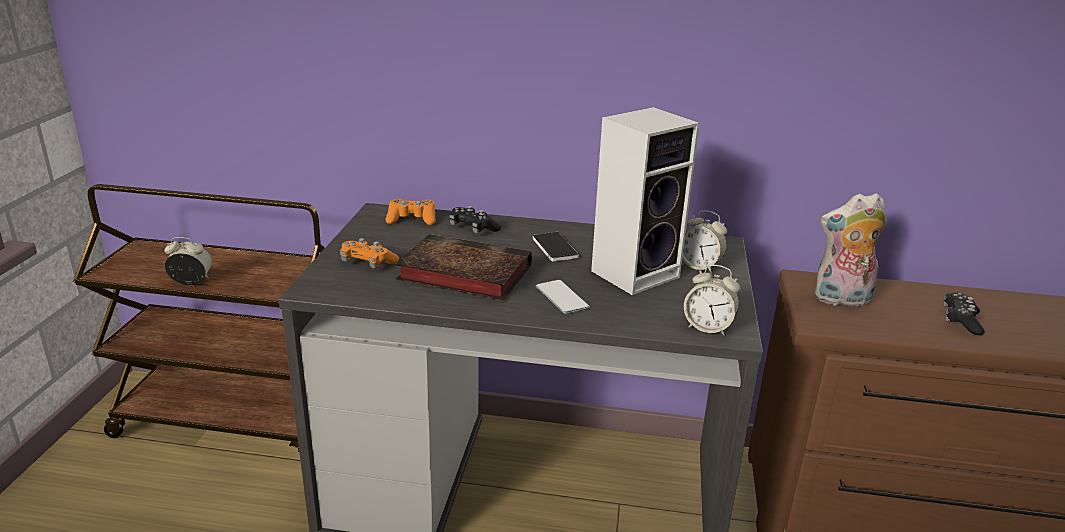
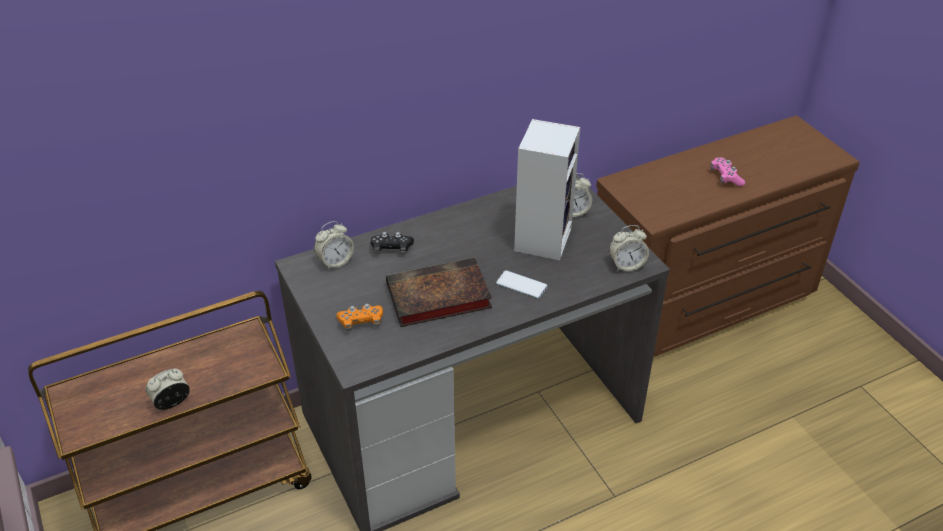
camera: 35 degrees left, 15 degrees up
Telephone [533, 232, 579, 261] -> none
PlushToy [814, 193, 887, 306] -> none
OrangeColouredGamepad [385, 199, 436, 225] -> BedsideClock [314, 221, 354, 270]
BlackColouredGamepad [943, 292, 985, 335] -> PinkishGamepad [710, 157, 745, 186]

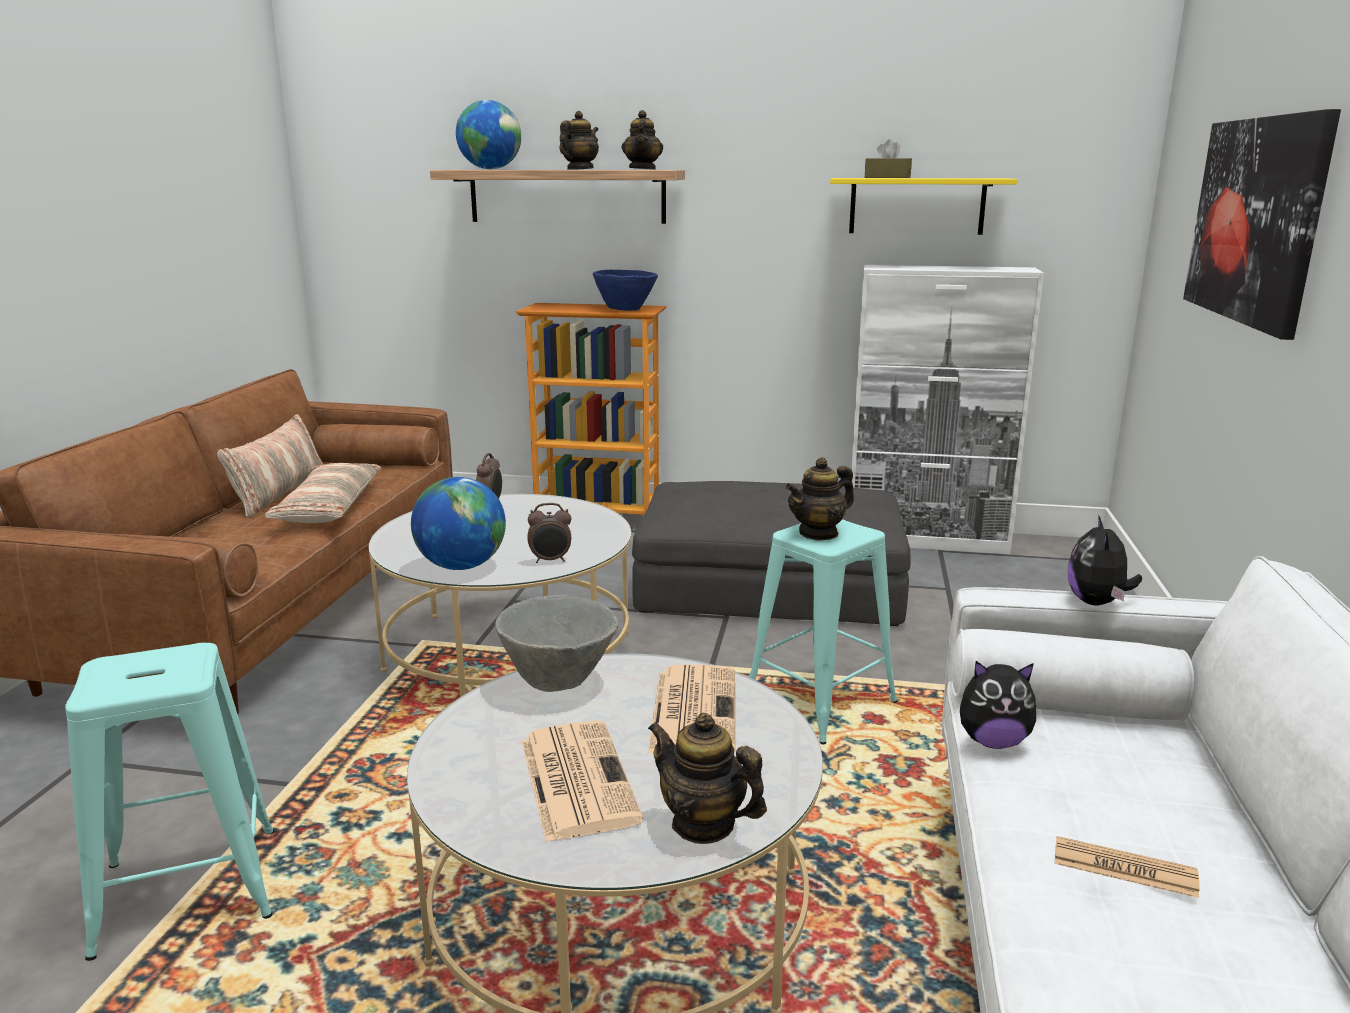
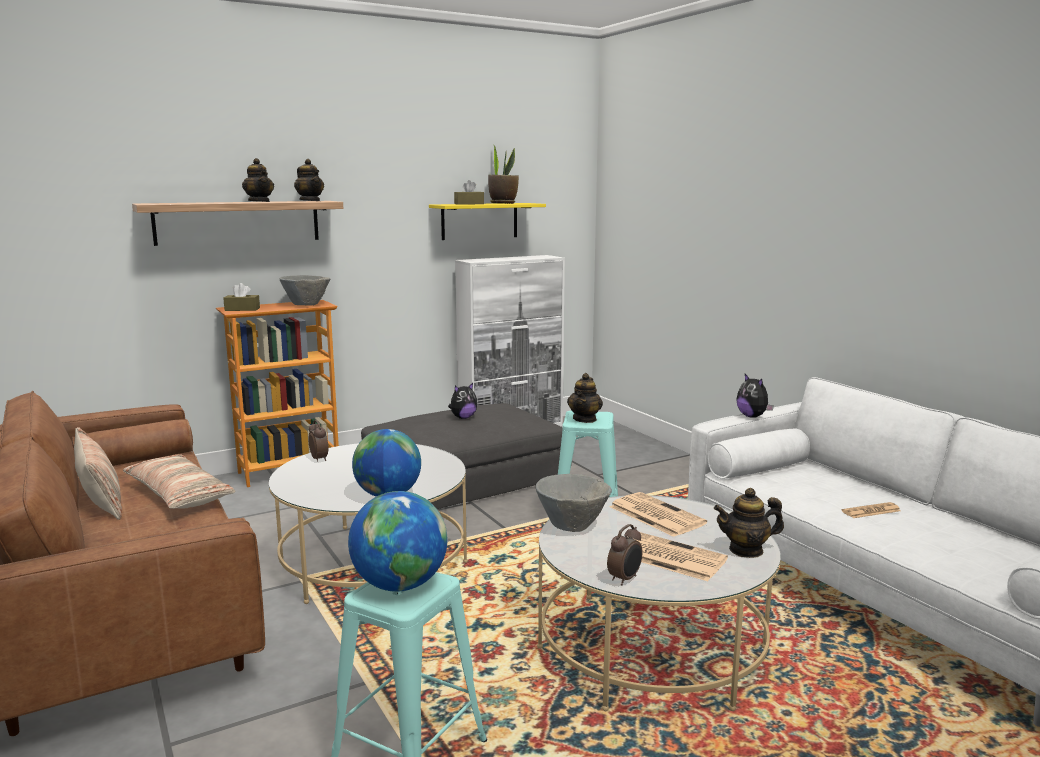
camera: 40 degrees left, 5 degrees down
WallPicture [1183, 109, 1341, 340] -> none
none -> BrownColouredTissueHolder [223, 283, 260, 311]
none -> Houseplant [488, 144, 519, 204]
WorldGlobe [456, 100, 521, 170] -> WorldGlobe [348, 491, 447, 592], shifted
BedsideClock [527, 503, 571, 563] -> BedsideClock [607, 524, 642, 585], shifted
PlushToy [960, 661, 1036, 749] -> PlushToy [448, 383, 477, 419], shifted
BluishBowl [593, 270, 658, 311] -> GreyBowl [280, 275, 330, 305]
TeaPot [559, 111, 599, 170] -> TeaPot [242, 158, 274, 202], 150 degrees clockwise

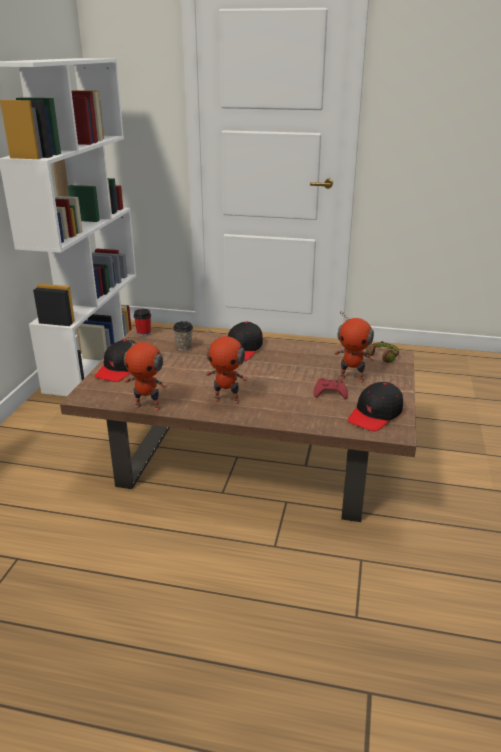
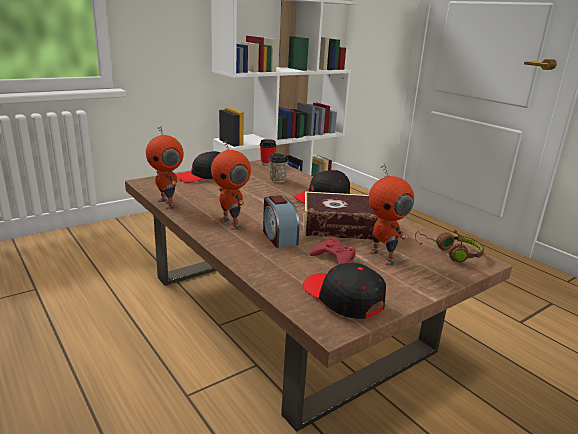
camera: 40 degrees right, 5 degrees down
none -> BedsideClock [263, 195, 300, 248]
none -> Volume [303, 192, 378, 240]
BlackColouredCap [348, 382, 403, 431] -> BlackColouredCap [303, 262, 386, 319], 60 degrees clockwise

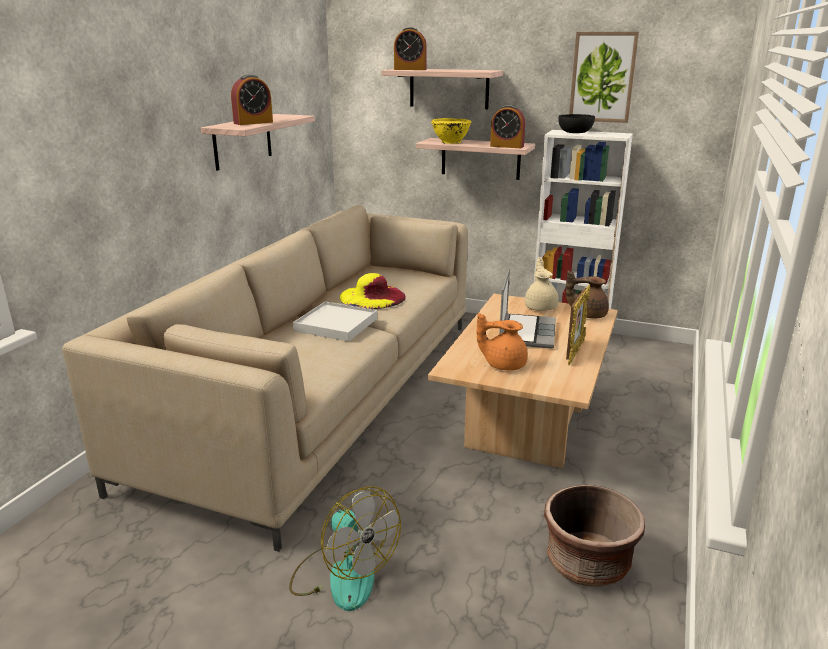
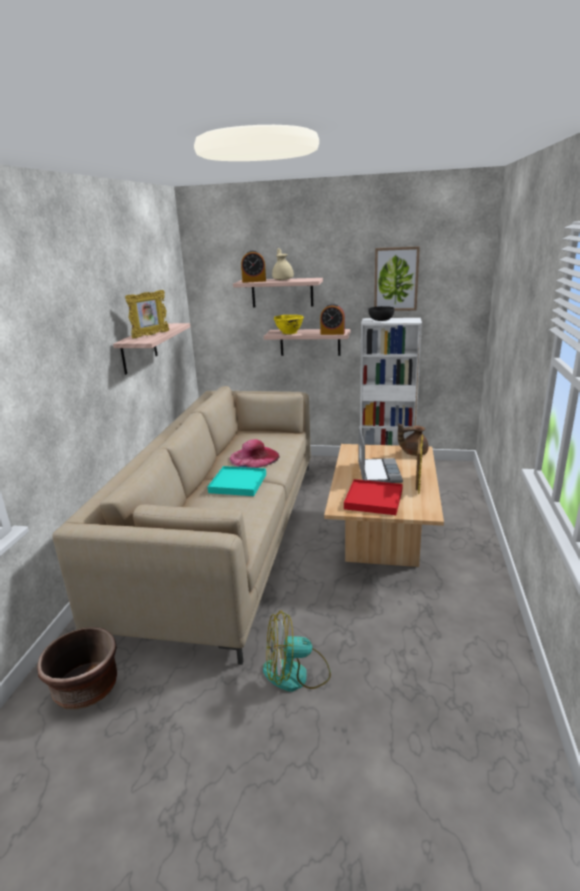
camera: 10 degrees left, 0 degrees up
BeigeColouredTeaPot [525, 257, 559, 311] -> BeigeColouredTeaPot [272, 248, 294, 280], shifted
BrownColouredFlowerPot [544, 485, 645, 587] -> BrownColouredFlowerPot [37, 627, 117, 709], shifted
BedsideClock [231, 75, 273, 125] -> StandingFrame [125, 290, 169, 339]
OrangeColouredTeaPot [477, 313, 528, 371] -> RedTray [344, 479, 403, 515]
WhiteTray [293, 302, 377, 342] -> TurquoiseColouredTray [207, 466, 266, 496]
YellowishHat [340, 273, 406, 309] -> PinkishHat [229, 439, 279, 468]
ElectricFan [289, 486, 401, 611] -> ElectricFan [263, 611, 331, 692], 135 degrees clockwise

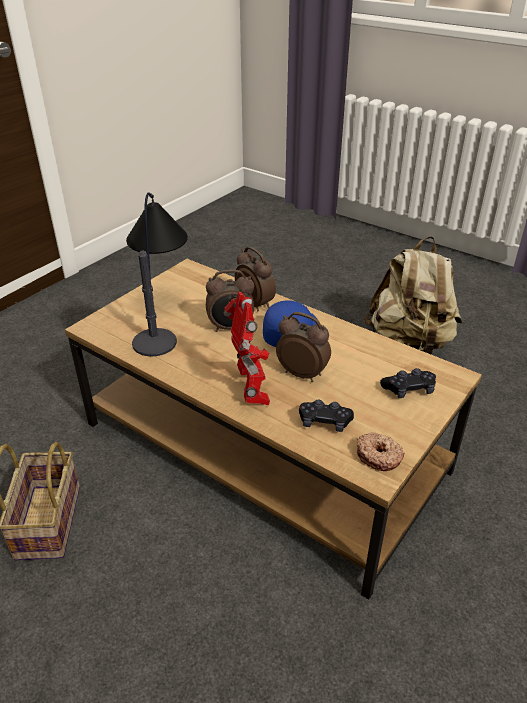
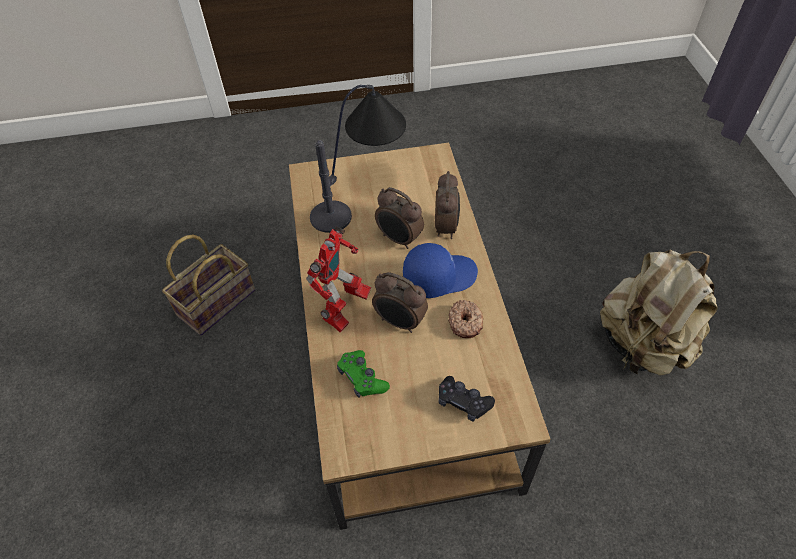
camera: 45 degrees right, 15 degrees up
Donut [357, 432, 405, 471] -> Donut [448, 300, 483, 338], shifted
BlackColouredGamepad [299, 399, 354, 432] -> GreenGamepad [337, 350, 390, 397]
BedsideClock [276, 312, 331, 382] -> BedsideClock [372, 272, 428, 333], 135 degrees clockwise

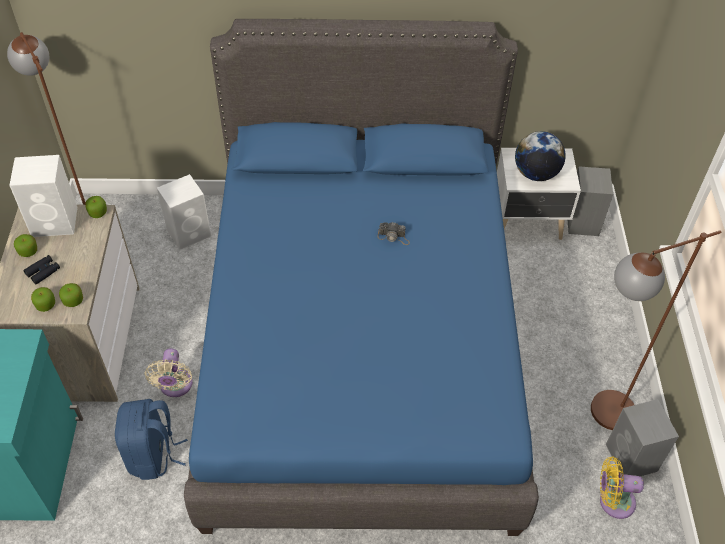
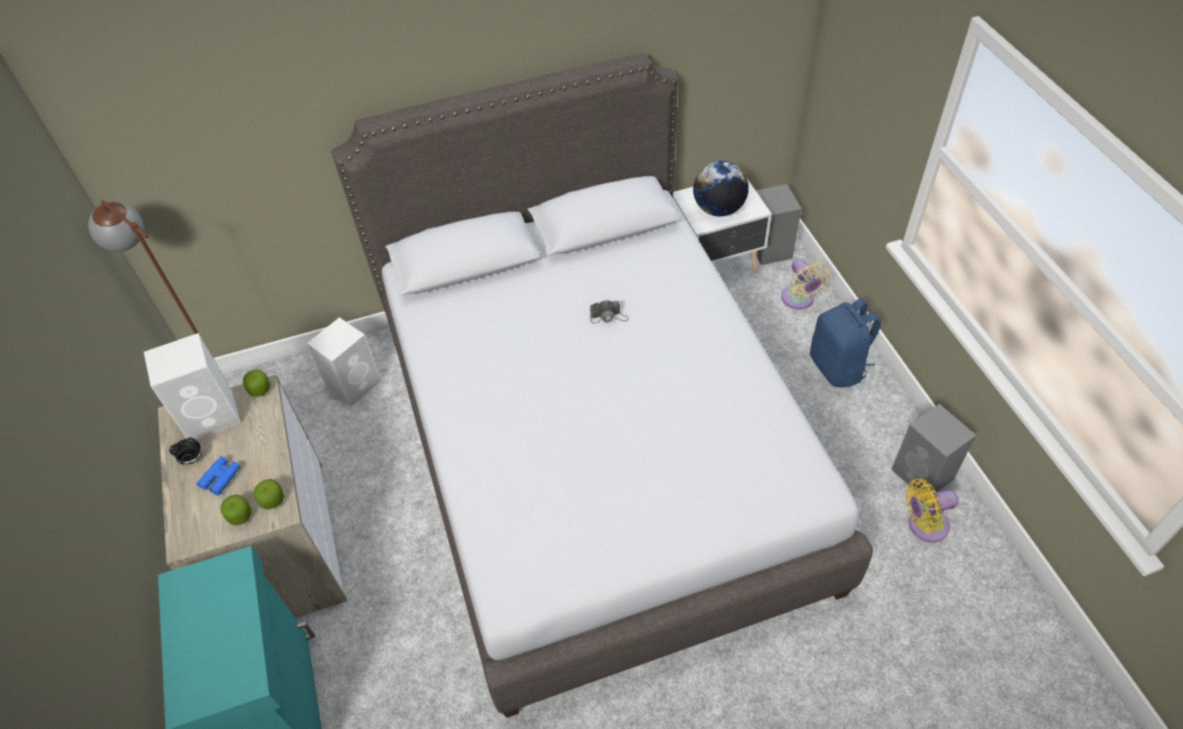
camera: 15 degrees left, 0 degrees up
BrownColouredStandardLamp [591, 230, 722, 430] -> none
BluishBackpack [115, 399, 188, 480] -> BluishBackpack [810, 298, 881, 387], shifted
BeigeColouredElectricFan [145, 348, 193, 397] -> BeigeColouredElectricFan [781, 258, 831, 309], shifted
Apple [14, 234, 37, 257] -> BedsideClock [169, 438, 202, 465]
BlackColouredBinoculars [23, 255, 60, 285] -> BluishBinoculars [197, 456, 240, 496]
BluishBedroomBed [184, 19, 539, 536] -> GreyBedroomBed [332, 52, 873, 718]

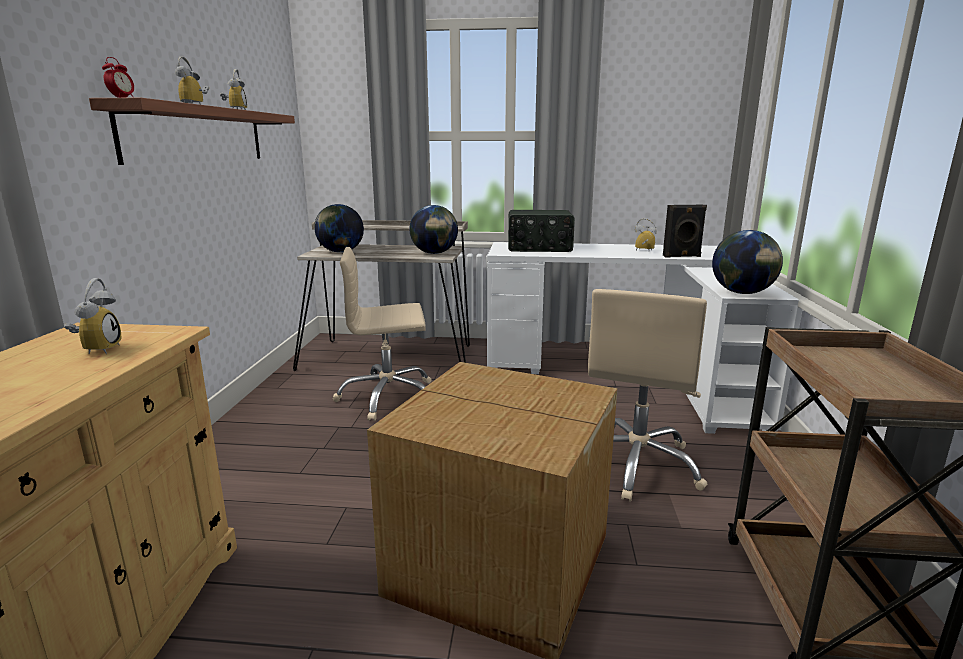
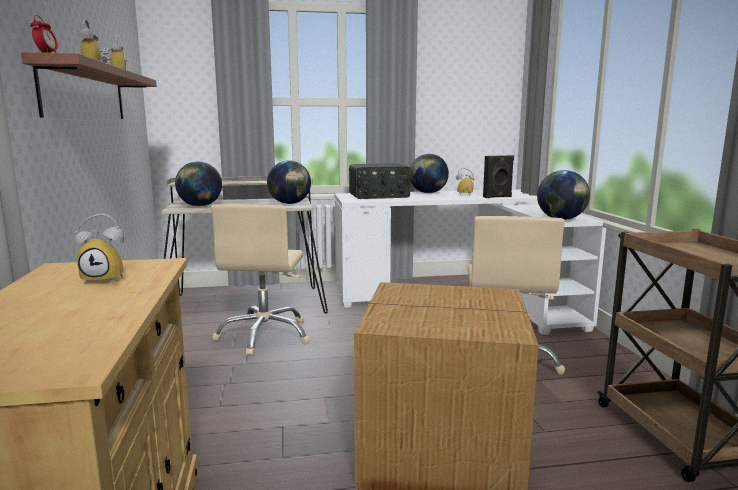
camera: 15 degrees left, 5 degrees down
none -> WorldGlobe [410, 154, 449, 193]
BedsideClock [64, 278, 122, 354] -> BedsideClock [74, 213, 124, 284], 105 degrees clockwise
BeigeColouredOfficeChair [333, 247, 431, 421] -> BeigeColouredOfficeChair [211, 204, 310, 356], 60 degrees counterclockwise

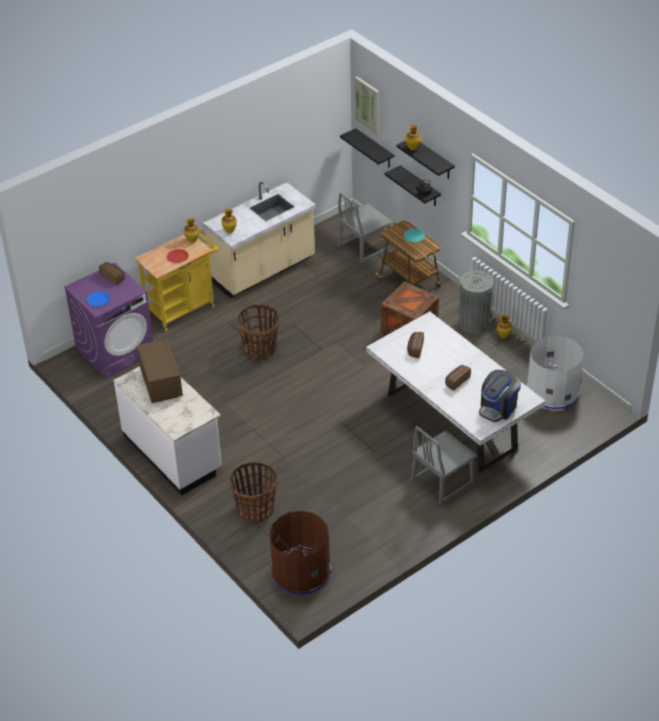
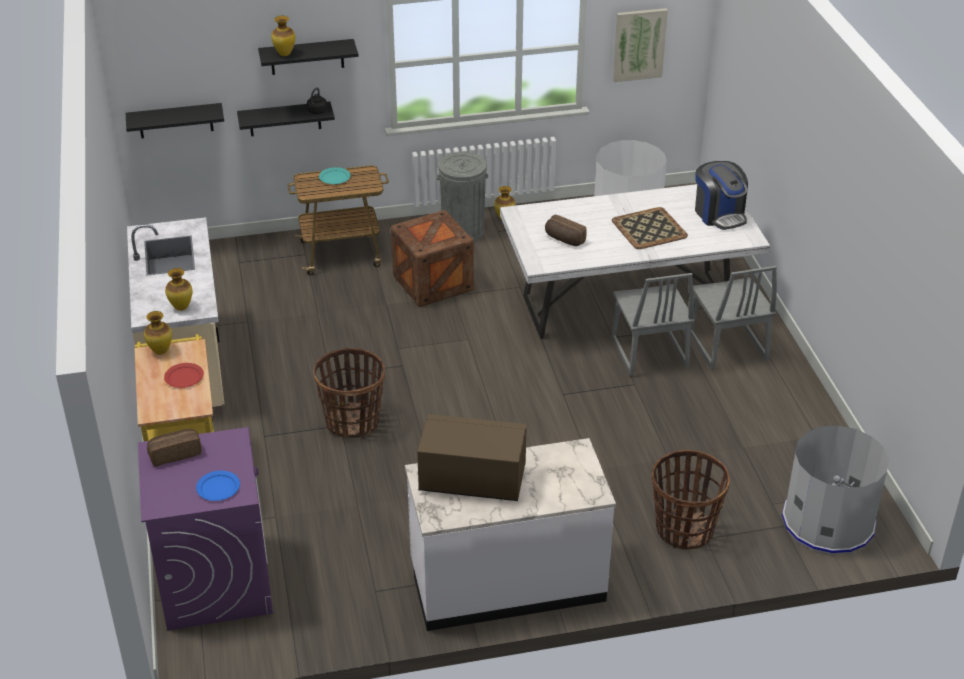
camera: 65 degrees left, 5 degrees down
GreyPlainChair [338, 192, 393, 263] -> GreyPlainChair [612, 273, 695, 376], shifted
WallPicture [355, 77, 379, 134] -> WallPicture [613, 8, 668, 82], shifted
Bread [445, 365, 471, 391] -> Tray [612, 207, 688, 249]
BrownColouredWasteBin [269, 511, 331, 595] -> GreyWasteBin [782, 425, 889, 555]

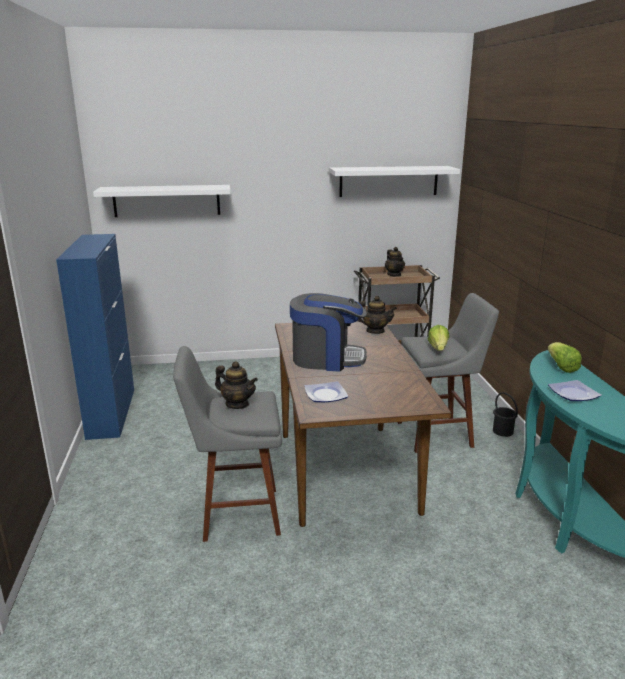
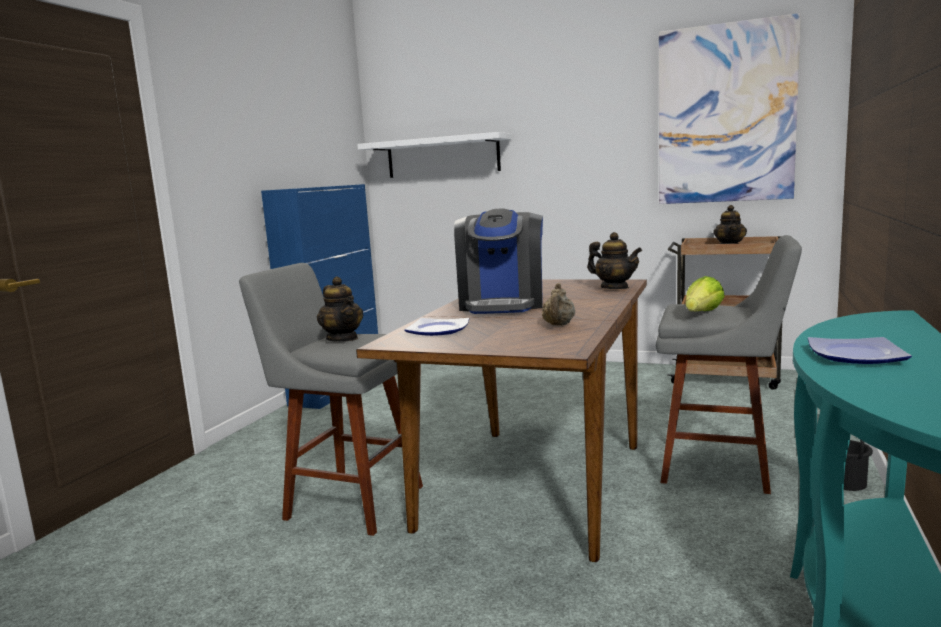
camera: 30 degrees right, 10 degrees down
Lettuce [548, 342, 582, 373] -> none
none -> BeigeColouredTeaPot [542, 283, 575, 326]
WhiteBracketShelf [329, 166, 460, 197] -> WallPicture [659, 13, 801, 204]
CoffeeBrewer [290, 293, 367, 372] -> CoffeeBrewer [454, 208, 543, 314], 60 degrees clockwise

